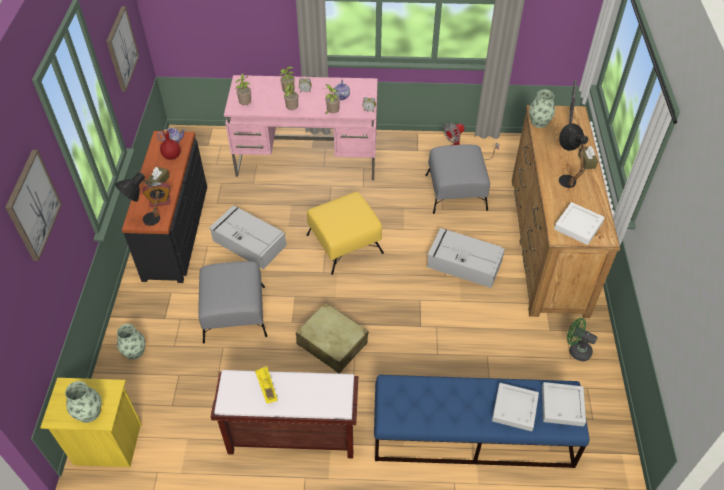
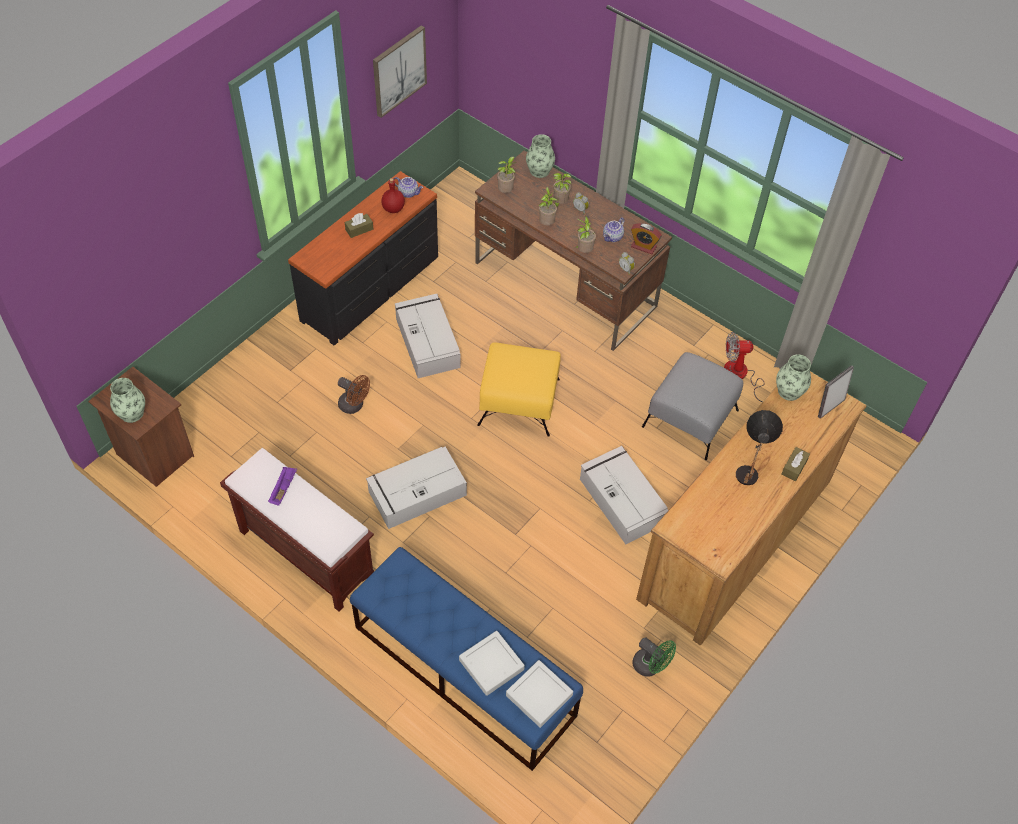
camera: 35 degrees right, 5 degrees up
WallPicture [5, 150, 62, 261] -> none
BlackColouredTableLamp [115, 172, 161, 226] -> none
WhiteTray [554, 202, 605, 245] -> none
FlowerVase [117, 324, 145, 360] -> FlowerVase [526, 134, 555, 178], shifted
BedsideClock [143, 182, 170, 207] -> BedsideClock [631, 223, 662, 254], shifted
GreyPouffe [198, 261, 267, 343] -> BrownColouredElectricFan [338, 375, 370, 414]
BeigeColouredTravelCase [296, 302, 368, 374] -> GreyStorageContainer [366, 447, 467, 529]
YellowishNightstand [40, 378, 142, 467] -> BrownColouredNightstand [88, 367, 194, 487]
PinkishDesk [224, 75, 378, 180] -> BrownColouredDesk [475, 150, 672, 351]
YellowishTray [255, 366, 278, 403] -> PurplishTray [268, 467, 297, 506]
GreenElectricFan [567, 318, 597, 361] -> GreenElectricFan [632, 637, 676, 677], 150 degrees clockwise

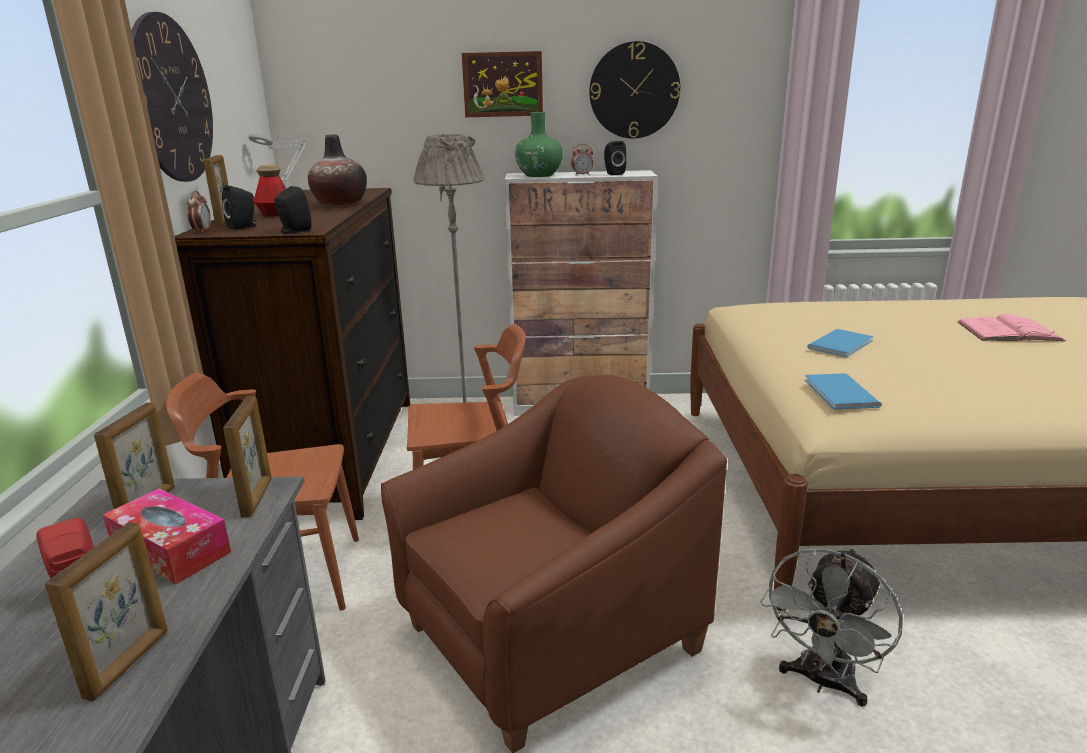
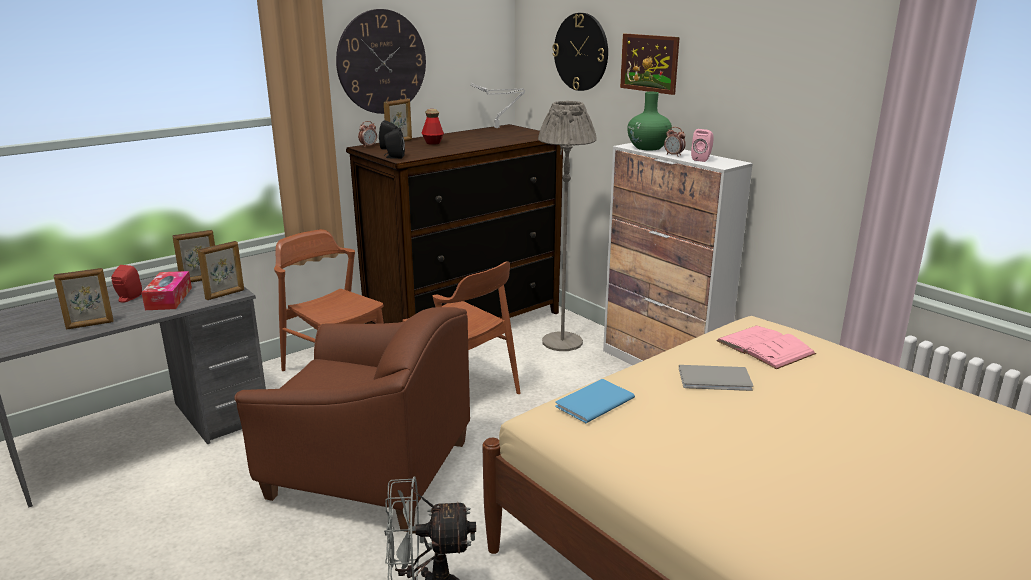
camera: 50 degrees right, 0 degrees up
FlowerVase [308, 134, 367, 206] -> none
ClockOnTheWall [589, 41, 680, 138] -> ClockOnTheWall [552, 13, 608, 91], shifted
PinkishVolume [957, 314, 1065, 341] -> PinkishVolume [716, 326, 816, 369], shifted
BlackColouredLoudspeaker [604, 141, 626, 175] -> PinkishLoudspeaker [691, 129, 714, 162]
BluishVolume [807, 329, 873, 357] -> GreyVolume [679, 365, 753, 391]

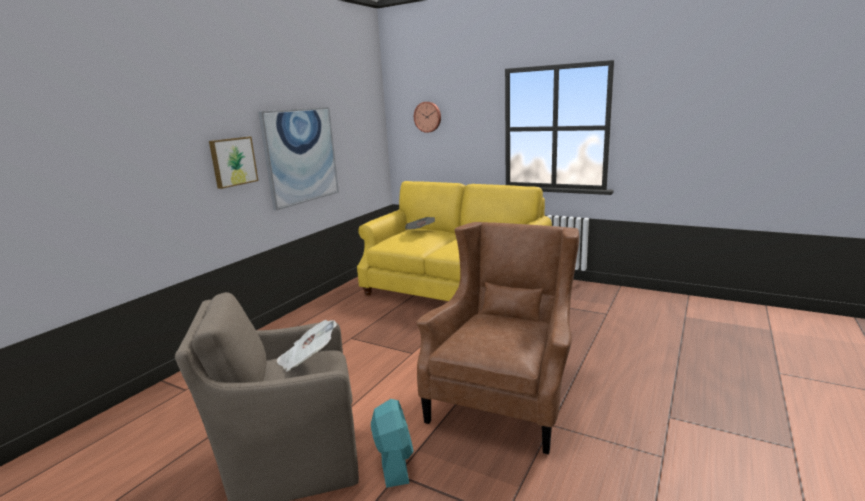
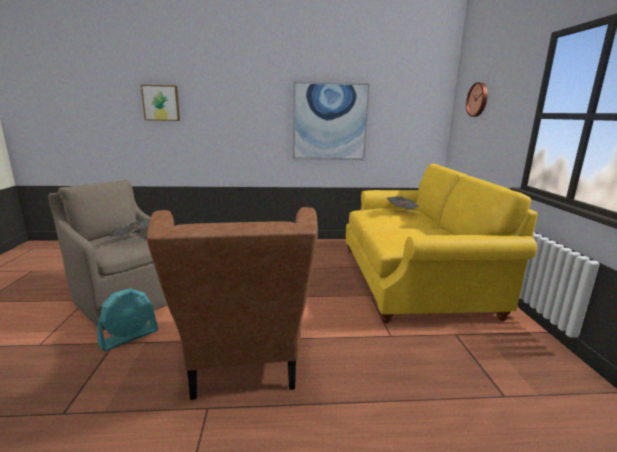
camera: 55 degrees right, 0 degrees up
WallPicture [209, 137, 259, 189] -> WallPicture [141, 85, 180, 121], shifted
BrownColouredArmchair [416, 222, 579, 455] -> BrownColouredArmchair [147, 207, 318, 400], 90 degrees clockwise

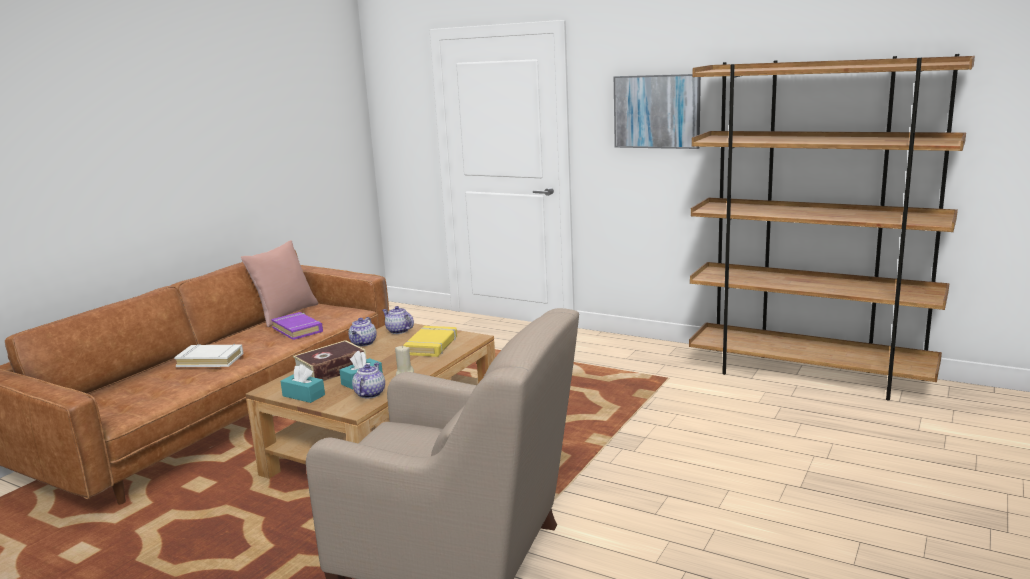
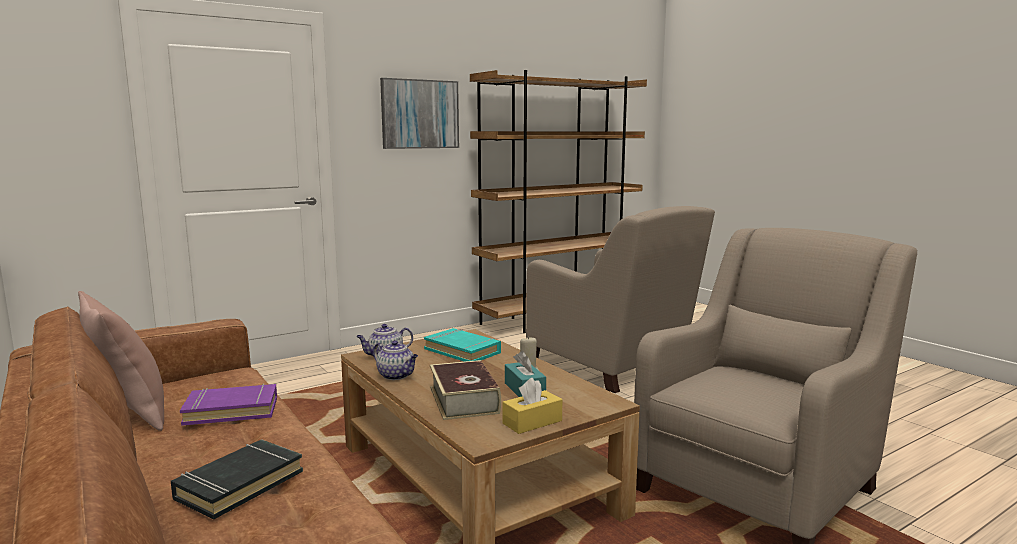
camera: 65 degrees left, 5 degrees down
TeaPot [352, 363, 385, 398] -> none
none -> BeigeColouredArmchair [526, 206, 715, 393]
WhiteVolume [174, 344, 243, 367] -> BlackColouredVolume [171, 439, 303, 520]
TurquoiseColouredTissueHolder [280, 364, 325, 403] -> YellowishTissueHolder [502, 378, 562, 434]
YellowishVolume [403, 326, 457, 357] -> TurquoiseColouredVolume [424, 328, 501, 362]

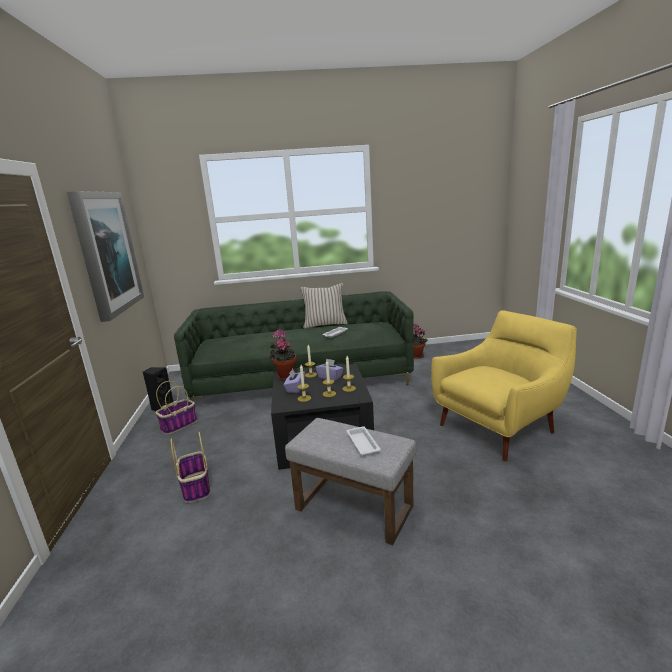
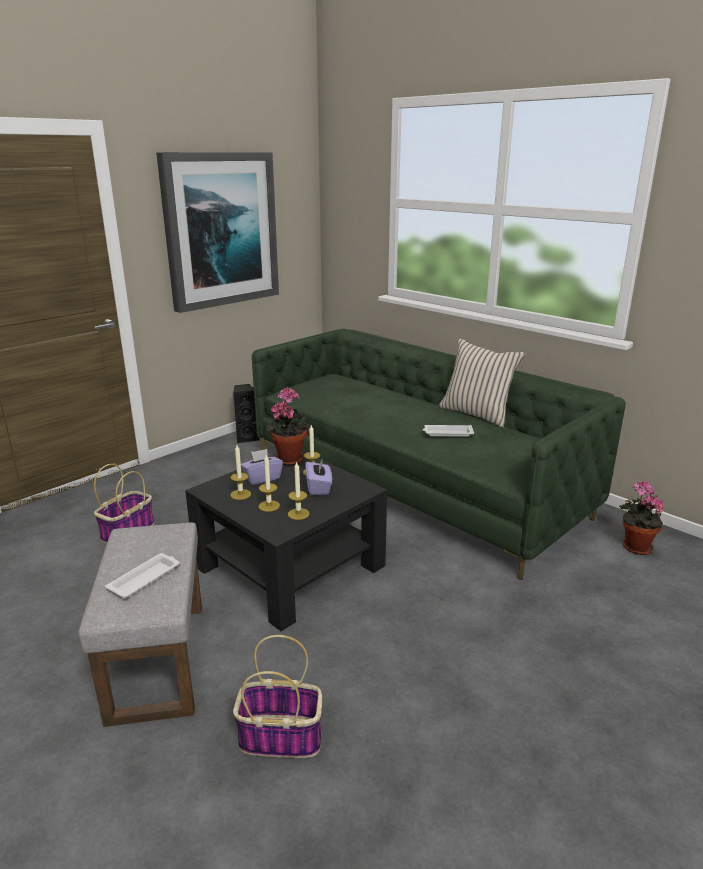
camera: 50 degrees right, 5 degrees up
YellowishArmchair [431, 311, 577, 462] -> none
HouseholdBasket [155, 381, 197, 435] -> HouseholdBasket [233, 635, 322, 758], shifted

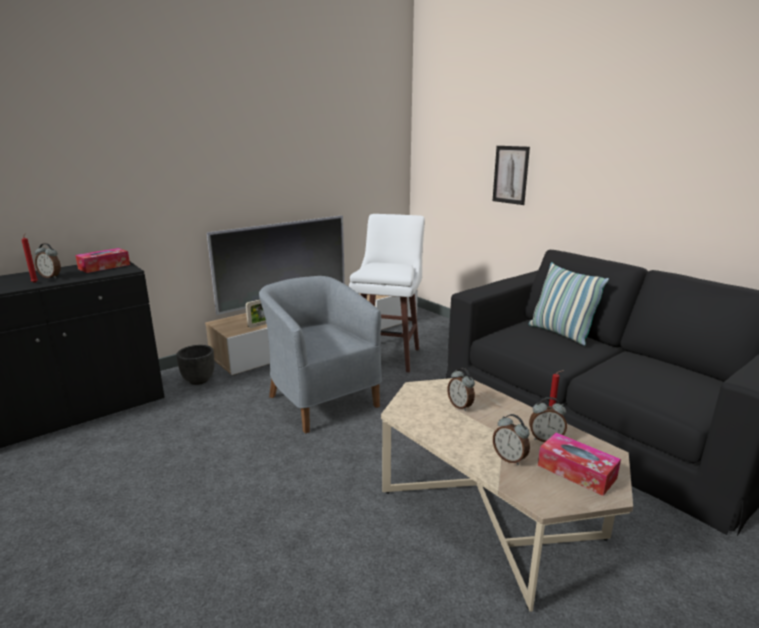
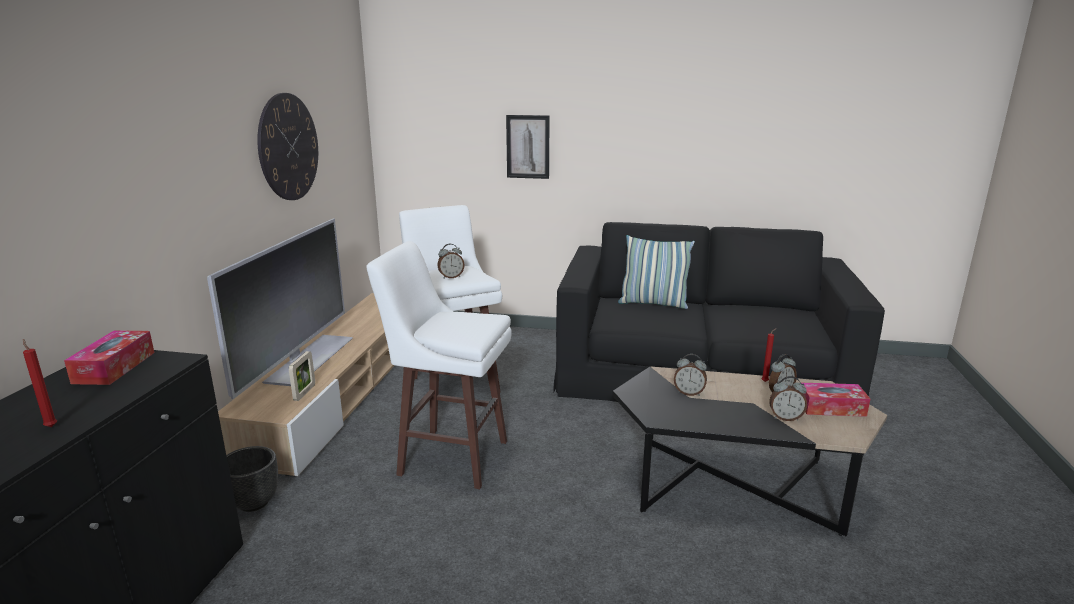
camera: 40 degrees left, 0 degrees up
none -> ClockOnTheWall [257, 93, 318, 200]
BedsideClock [35, 243, 61, 278] -> BedsideClock [437, 244, 465, 279], shifted
GreyArmchair [259, 276, 382, 434] -> WhiteStoolSeat [366, 241, 512, 489]
BeigeColouredLowTable [381, 378, 633, 612] -> BlackColouredLowTable [612, 366, 887, 536]

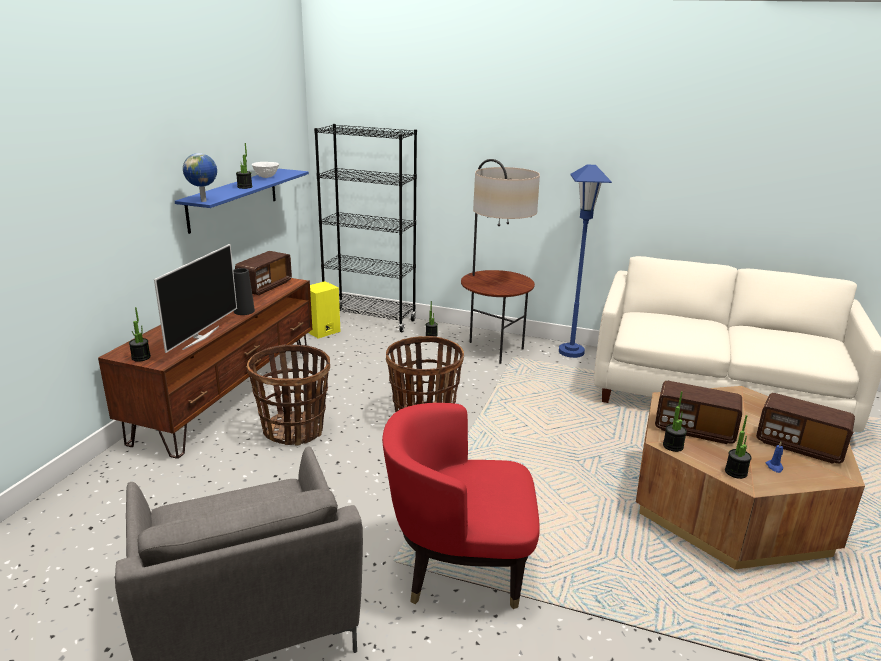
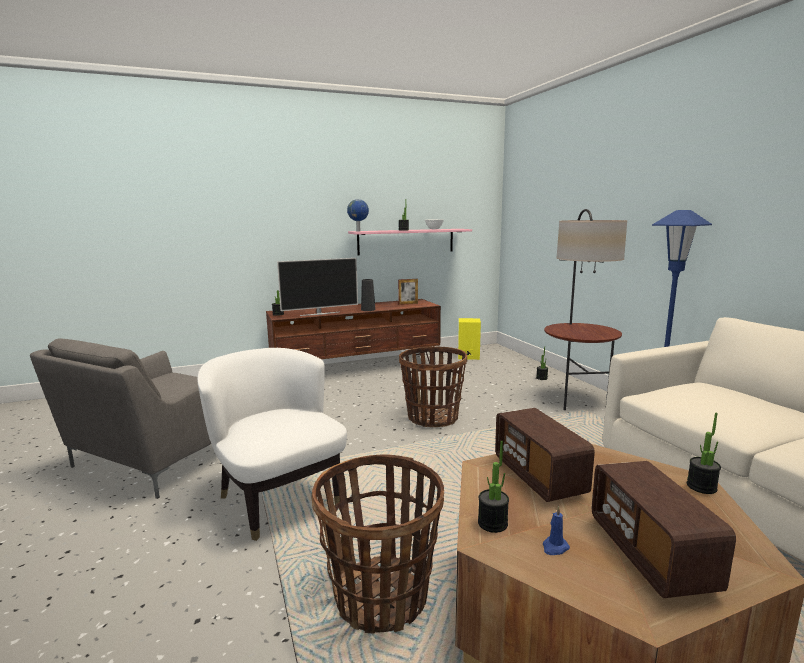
camera: 50 degrees right, 10 degrees down
BlackColouredBookcase [314, 124, 417, 332] -> none
HouseholdBasket [247, 344, 330, 446] -> HouseholdBasket [311, 454, 444, 634], shifted
Houseplant [663, 391, 687, 452] -> Houseplant [687, 413, 721, 494], shifted
RadioReceiver [235, 251, 292, 295] -> StandingFrame [398, 279, 418, 305]
BluishBracketShelf [175, 169, 309, 234] -> PinkishBracketShelf [348, 229, 472, 255]
RedArmchair [382, 403, 540, 609] -> WhiteArmchair [197, 348, 347, 541]

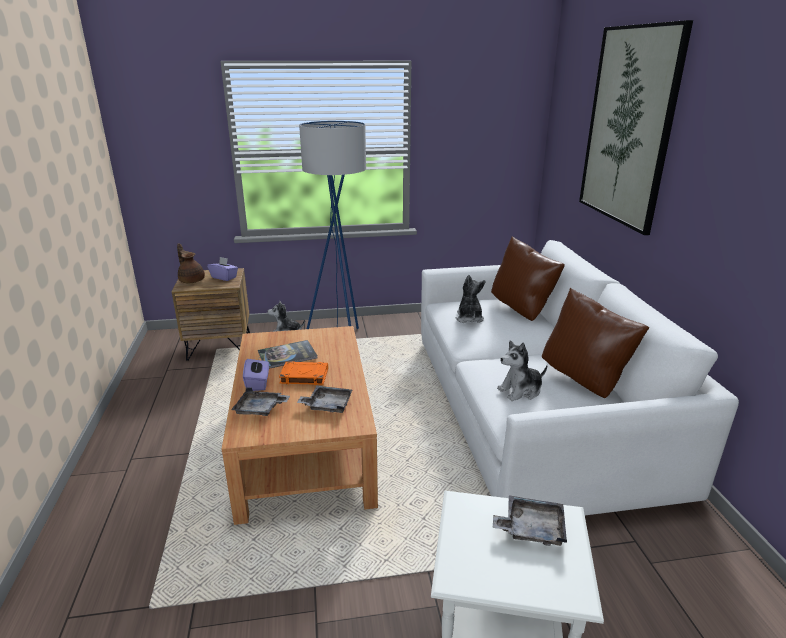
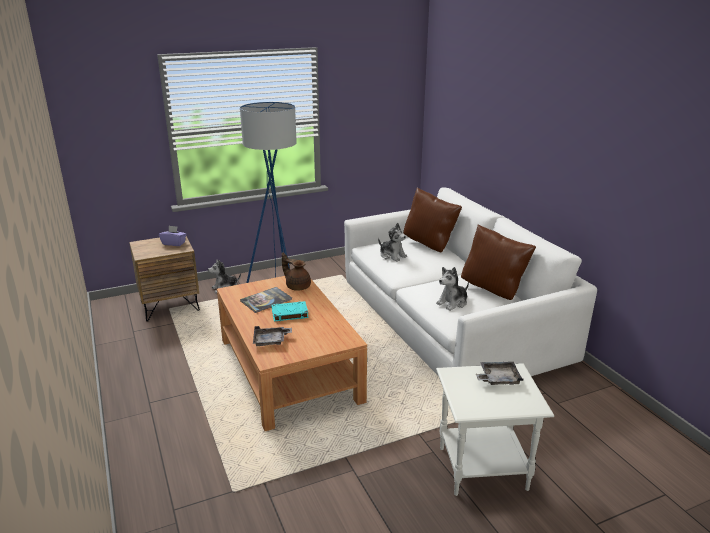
camera: 15 degrees left, 0 degrees up
PurplishTissueHolder [243, 359, 269, 391] -> none
GreyTray [297, 385, 352, 413] -> none
WallPicture [579, 20, 693, 235] -> none
BrownColouredTeaPot [177, 243, 205, 283] -> BrownColouredTeaPot [282, 252, 311, 291], shifted
OrangeColouredVolume [279, 361, 328, 385] -> TurquoiseColouredVolume [271, 301, 309, 321]
PlushToy [456, 275, 486, 323] -> PlushToy [378, 223, 407, 262], 150 degrees clockwise

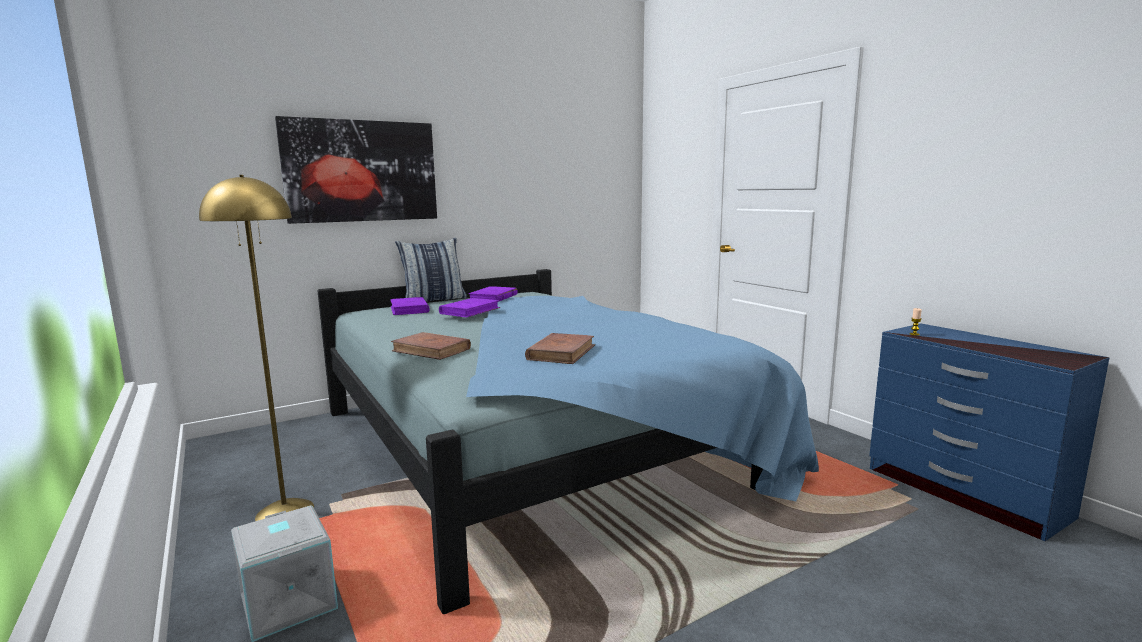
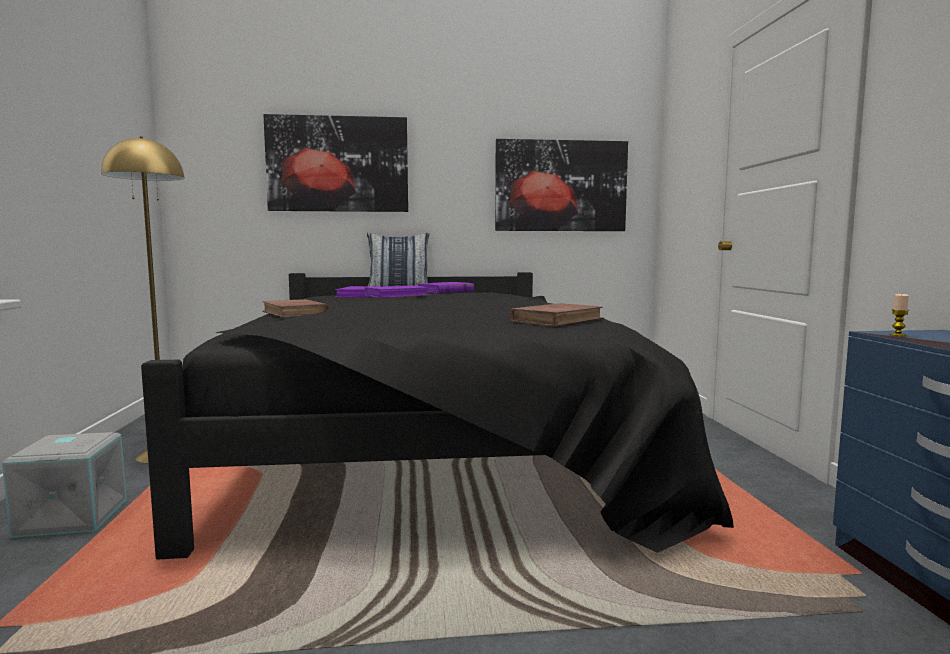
camera: 25 degrees right, 5 degrees down
none -> WallPicture [495, 139, 628, 231]
BrownColouredVolume [525, 333, 595, 364] -> BrownColouredVolume [509, 303, 604, 327], shifted
BluishBedroomBed [317, 269, 819, 614] -> BlackColouredBedroomBed [141, 272, 734, 560]

